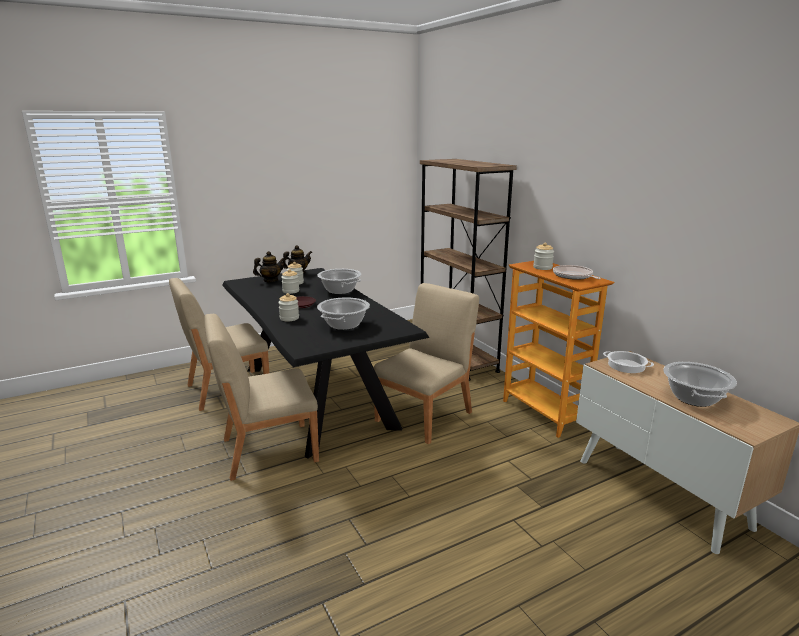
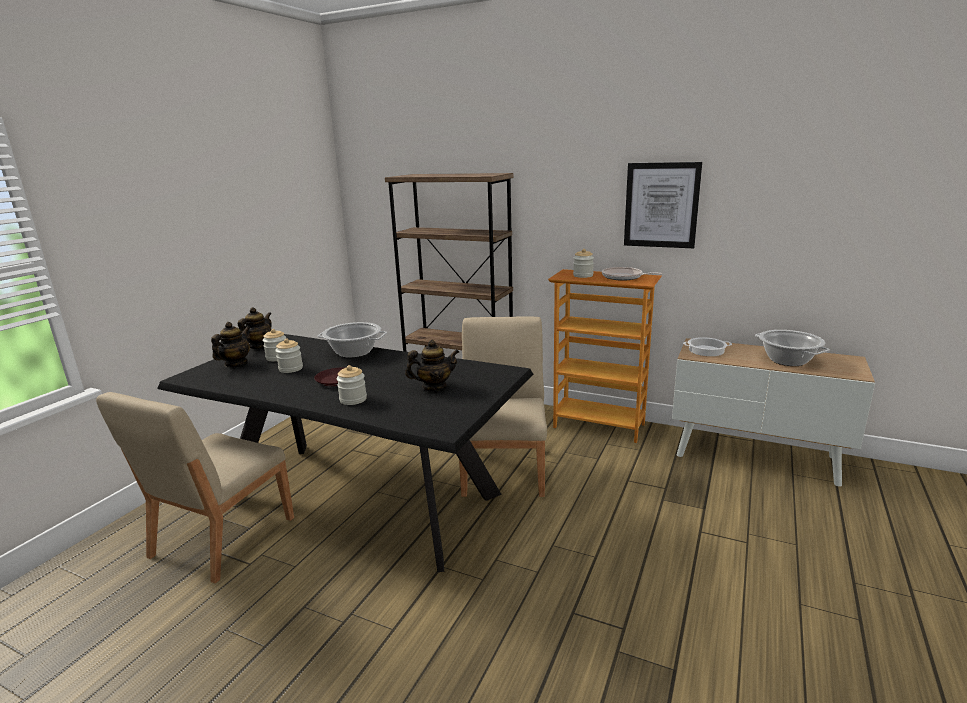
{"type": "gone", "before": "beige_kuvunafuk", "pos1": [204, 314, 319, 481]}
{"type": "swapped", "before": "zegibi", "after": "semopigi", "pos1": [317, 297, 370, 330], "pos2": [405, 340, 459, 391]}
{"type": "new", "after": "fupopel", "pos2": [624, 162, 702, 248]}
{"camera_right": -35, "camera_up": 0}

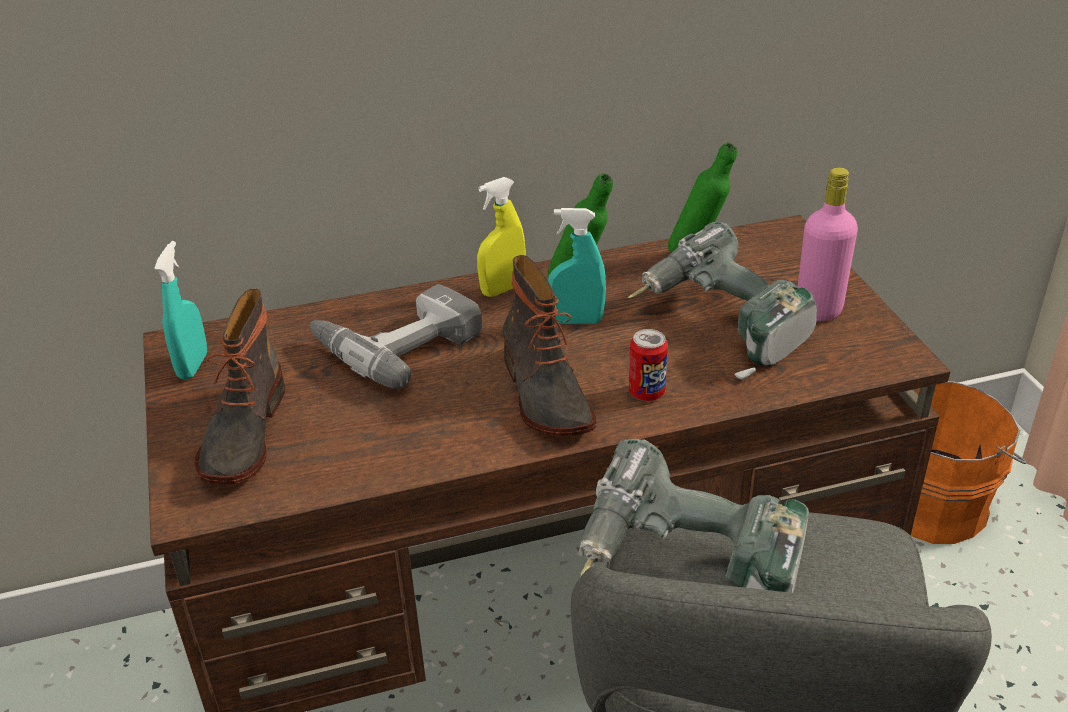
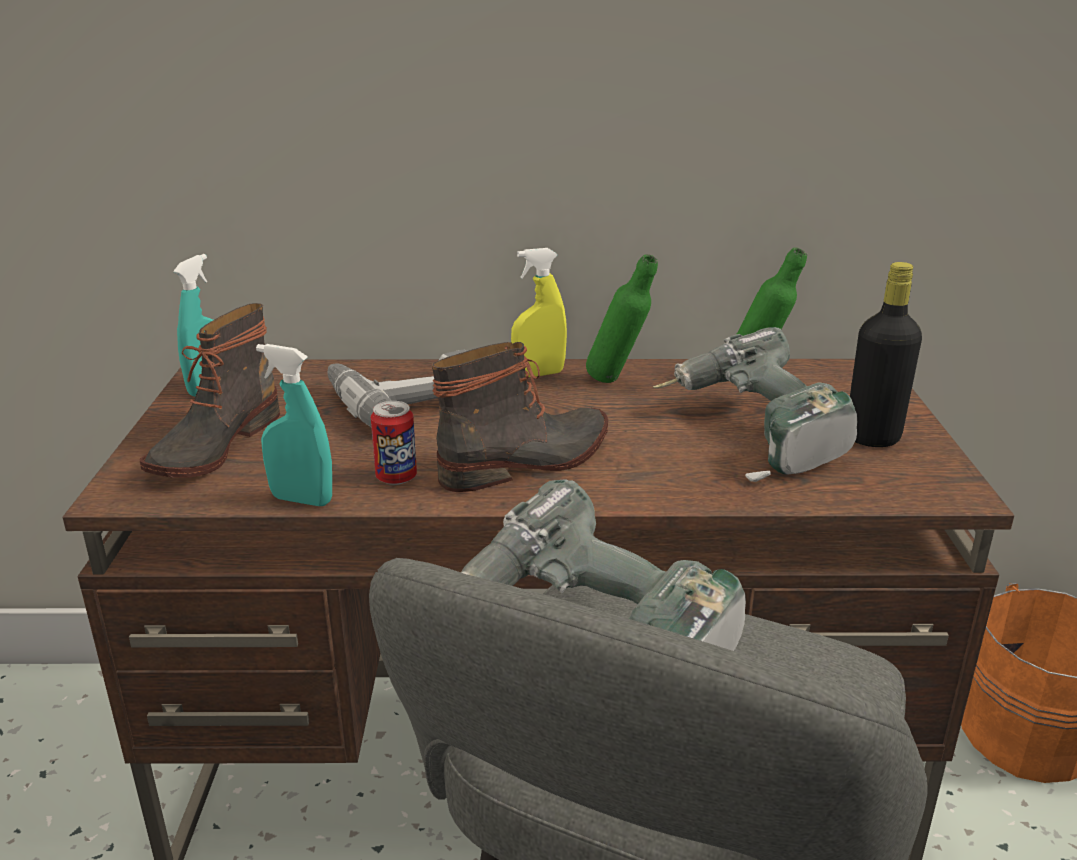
{"type": "rotated", "before": "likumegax", "pos1": [503, 255, 596, 436], "pos2": [432, 342, 608, 492], "turn": -120}
{"type": "shifted", "before": "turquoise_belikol", "pos1": [548, 208, 606, 324], "pos2": [256, 344, 332, 506]}
{"type": "shifted", "before": "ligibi", "pos1": [629, 329, 668, 401], "pos2": [371, 401, 417, 485]}
{"type": "repainted", "before": "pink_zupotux", "after": "black_zupotux", "pos1": [798, 168, 858, 321], "pos2": [850, 262, 922, 447]}
{"camera_right": 15, "camera_up": -10}

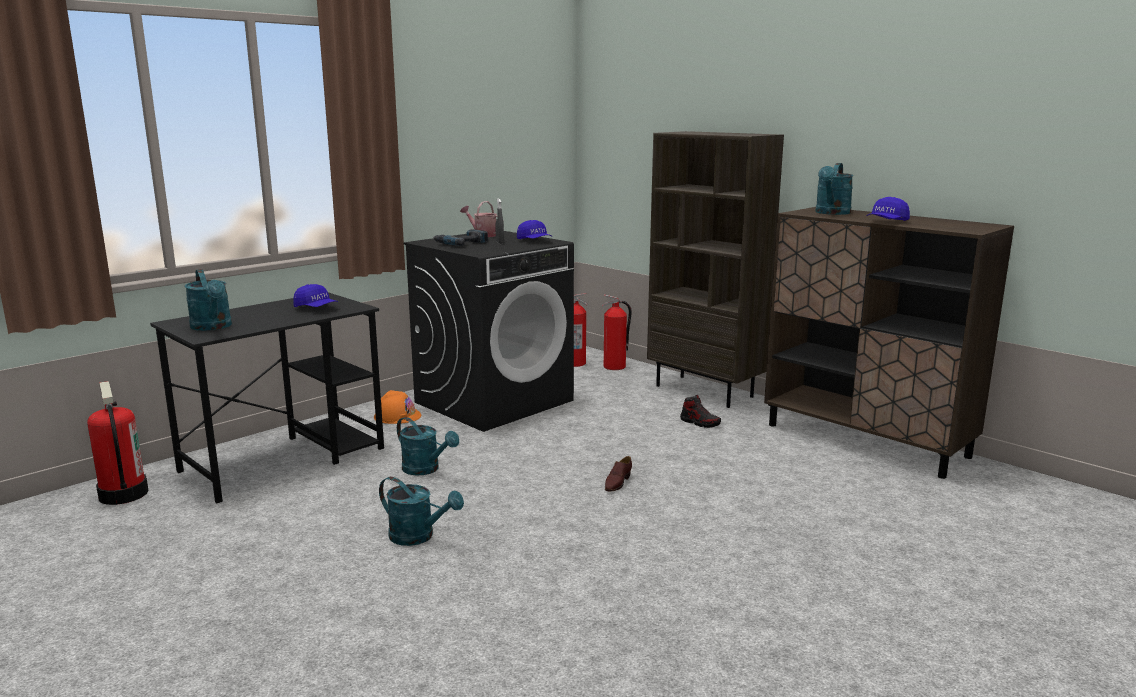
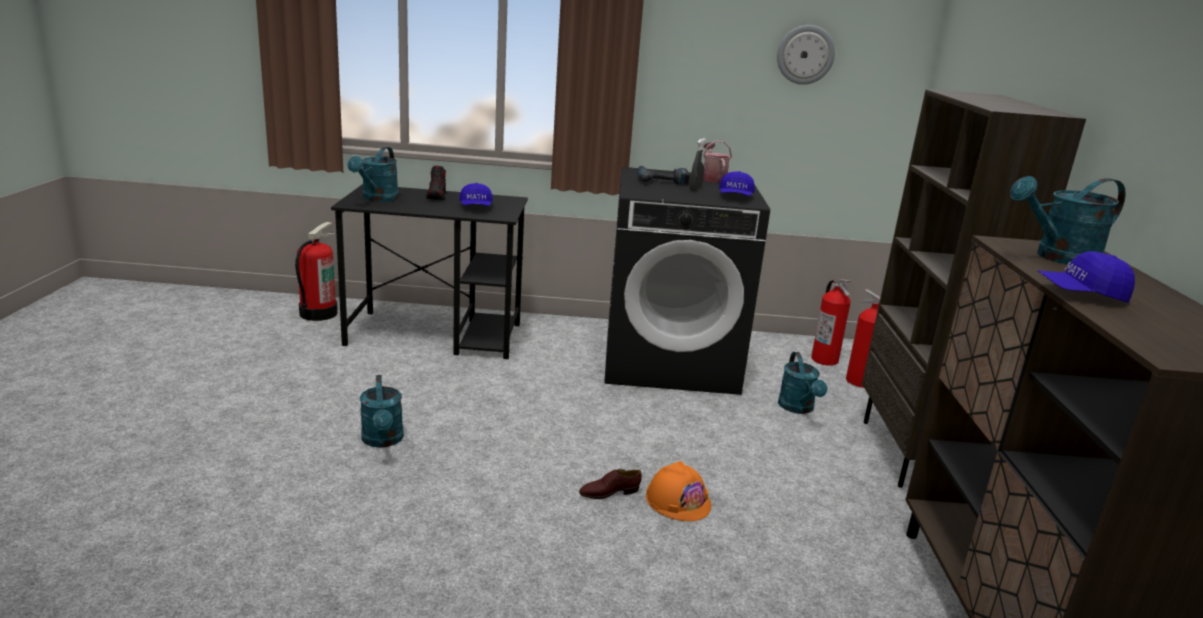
{"type": "shifted", "before": "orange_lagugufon", "pos1": [374, 390, 421, 424], "pos2": [646, 461, 711, 521]}
{"type": "shifted", "before": "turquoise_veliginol", "pos1": [397, 417, 459, 476], "pos2": [778, 352, 827, 414]}
{"type": "shifted", "before": "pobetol", "pos1": [680, 395, 721, 428], "pos2": [426, 166, 446, 200]}
{"type": "new", "after": "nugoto", "pos2": [777, 25, 835, 85]}
{"camera_right": 45, "camera_up": 5}

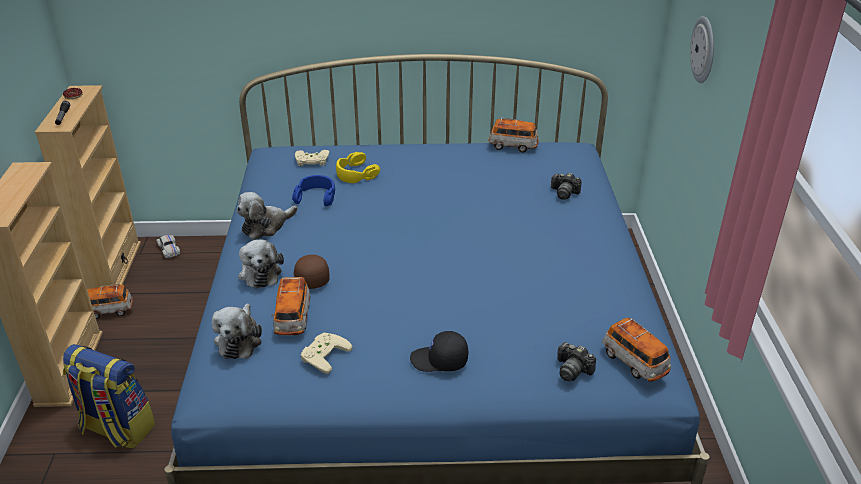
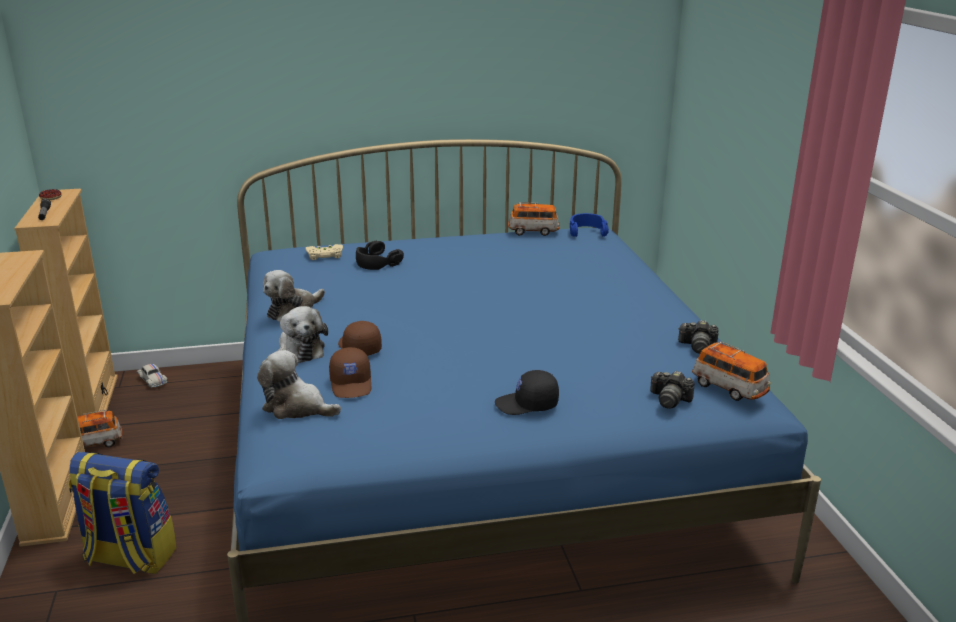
{"type": "rotated", "before": "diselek", "pos1": [212, 303, 262, 359], "pos2": [257, 350, 341, 419], "turn": 120}
{"type": "swapped", "before": "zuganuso", "after": "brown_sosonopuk", "pos1": [271, 277, 310, 336], "pos2": [329, 347, 371, 398]}
{"type": "shifted", "before": "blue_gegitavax", "pos1": [292, 175, 335, 206], "pos2": [570, 213, 609, 237]}
{"type": "gone", "before": "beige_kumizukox", "pos1": [301, 333, 353, 374]}
{"type": "repainted", "before": "yellow_gegitavax", "after": "black_gegitavax", "pos1": [336, 152, 380, 183], "pos2": [356, 241, 404, 270]}
{"type": "shifted", "before": "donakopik", "pos1": [551, 173, 582, 200], "pos2": [678, 320, 718, 354]}
{"type": "gone", "before": "nugoto", "pos1": [690, 16, 714, 83]}
{"camera_right": -10, "camera_up": -10}

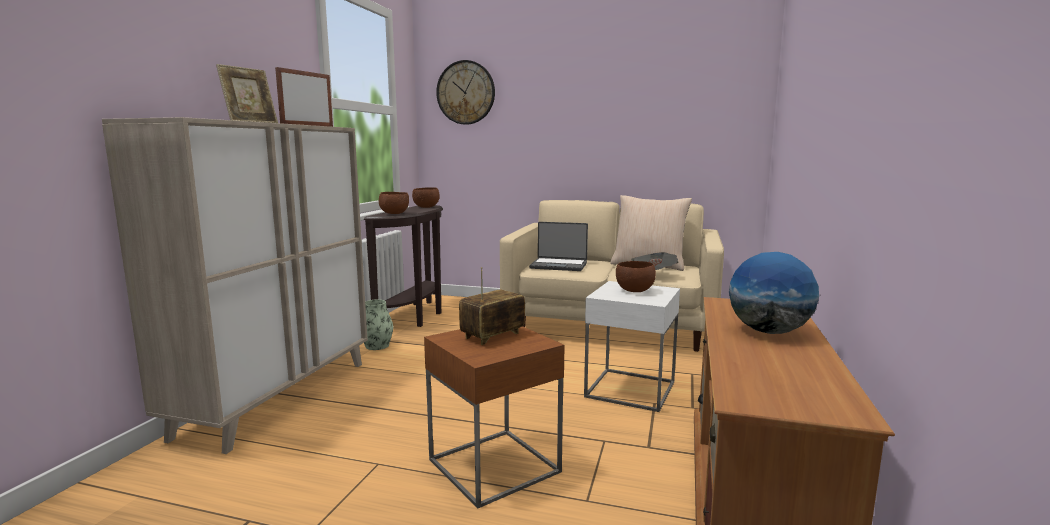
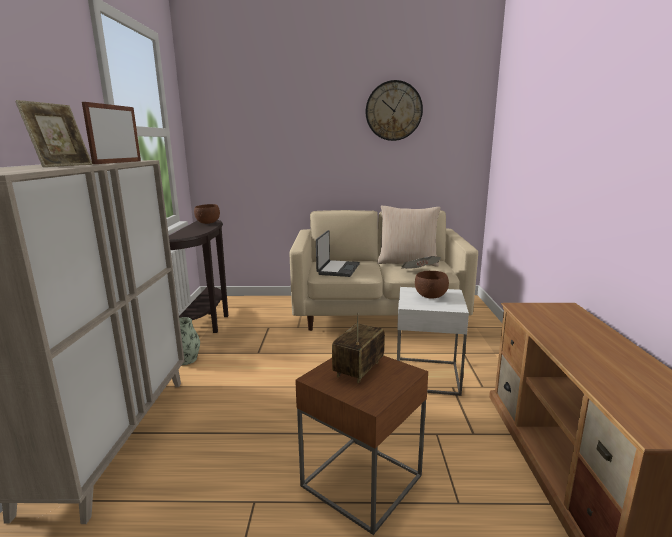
{"type": "gone", "before": "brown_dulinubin", "pos1": [379, 192, 409, 214]}
{"type": "shifted", "before": "nugoto", "pos1": [436, 60, 495, 125], "pos2": [366, 80, 423, 141]}
{"type": "rotated", "before": "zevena", "pos1": [529, 222, 588, 271], "pos2": [316, 230, 360, 277], "turn": -75}
{"type": "gone", "before": "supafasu", "pos1": [729, 252, 819, 334]}
{"camera_right": -15, "camera_up": 5}

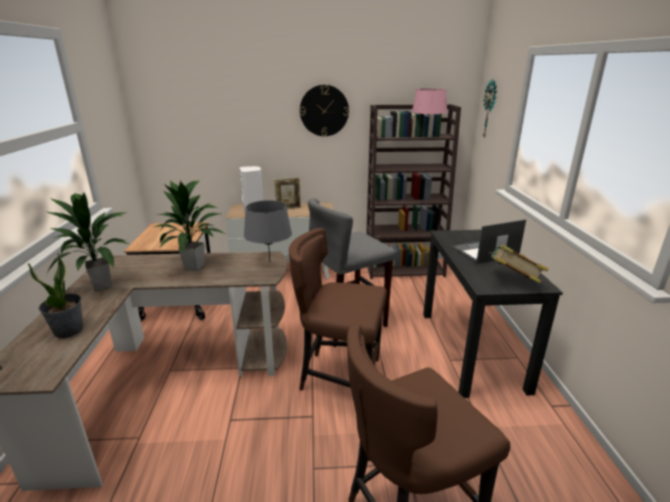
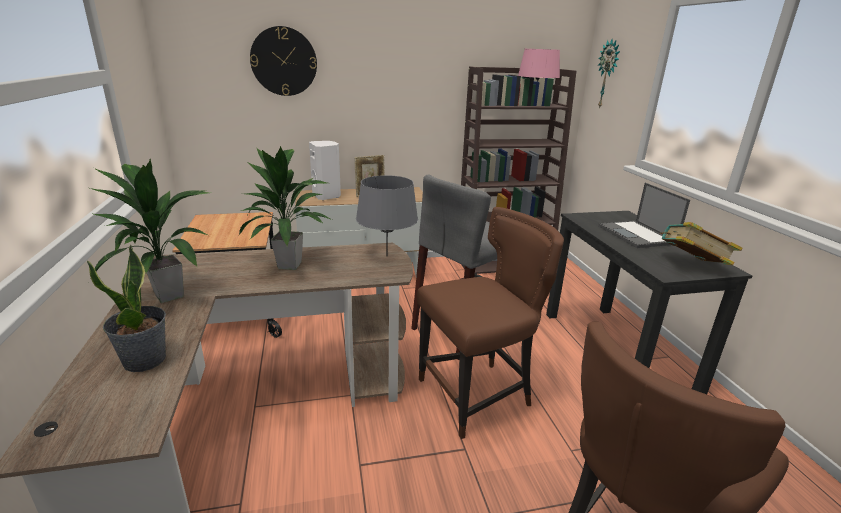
{"type": "rotated", "before": "brown_kuvunafuk", "pos1": [289, 228, 387, 390], "pos2": [417, 207, 564, 439], "turn": 150}
{"type": "shifted", "before": "nugoto", "pos1": [300, 85, 349, 136], "pos2": [250, 26, 317, 96]}
{"type": "rotated", "before": "zevena", "pos1": [452, 219, 526, 264], "pos2": [598, 183, 690, 248], "turn": -75}
{"camera_right": -10, "camera_up": 0}

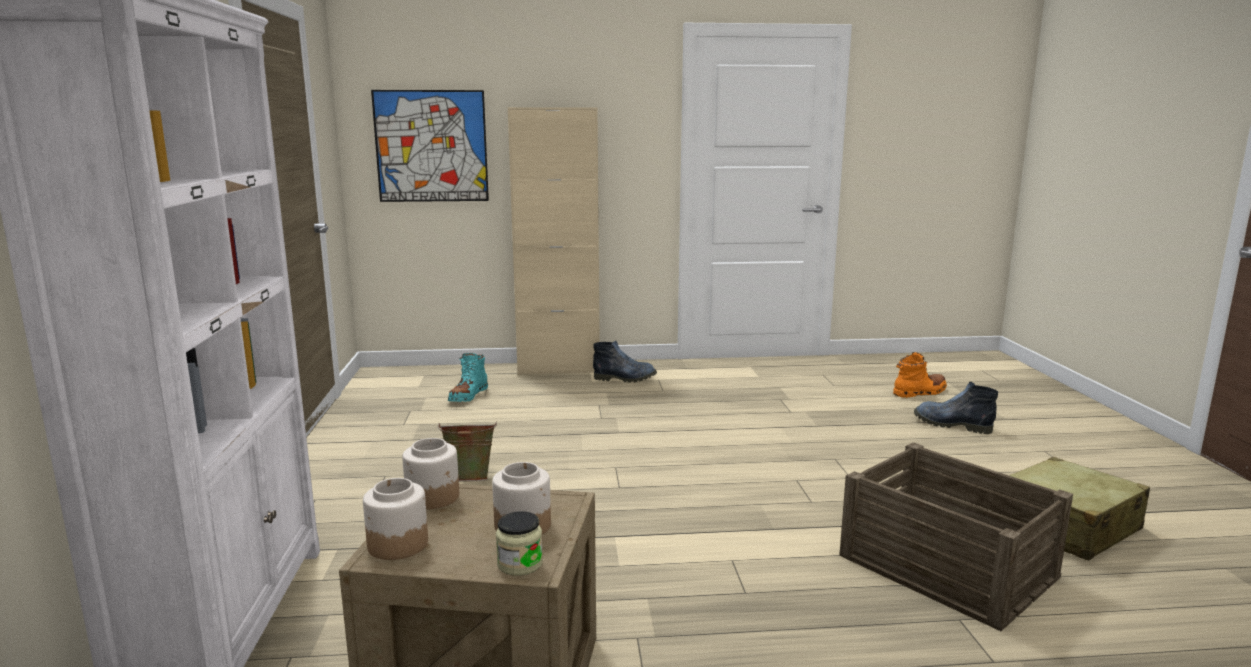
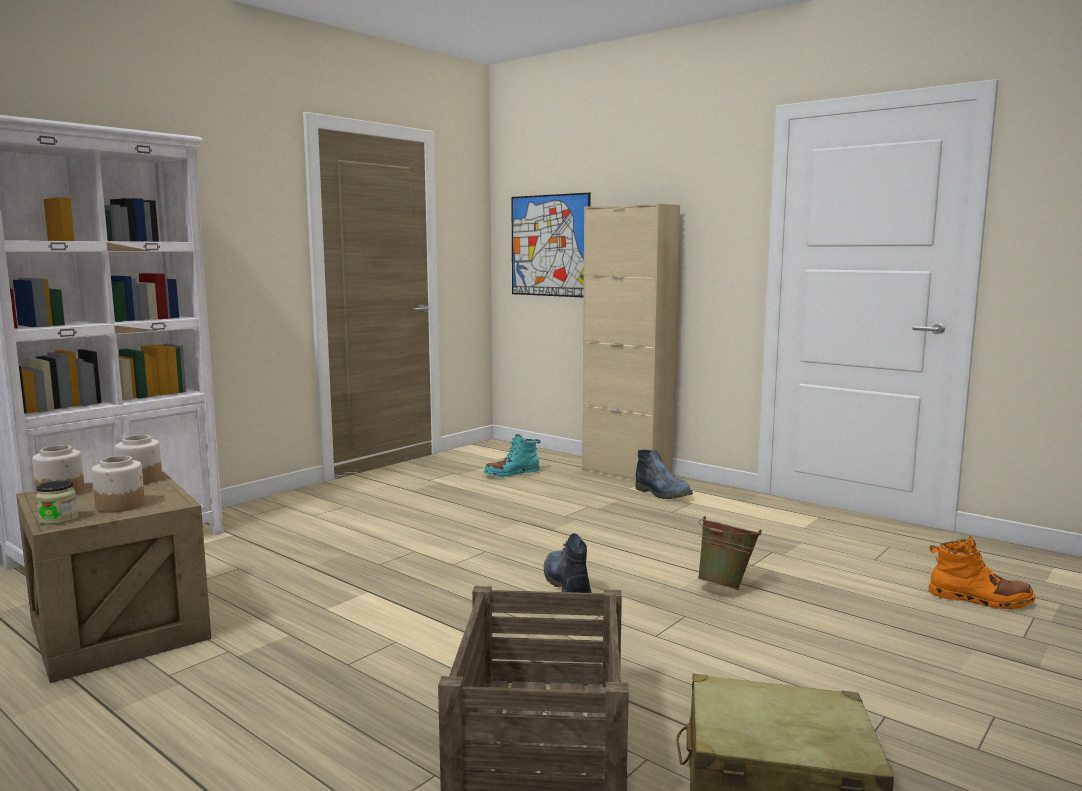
{"type": "shifted", "before": "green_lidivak", "pos1": [438, 421, 497, 482], "pos2": [697, 516, 762, 590]}
{"type": "shifted", "before": "likumegax", "pos1": [914, 382, 998, 434], "pos2": [544, 533, 591, 593]}
{"camera_right": 45, "camera_up": -5}

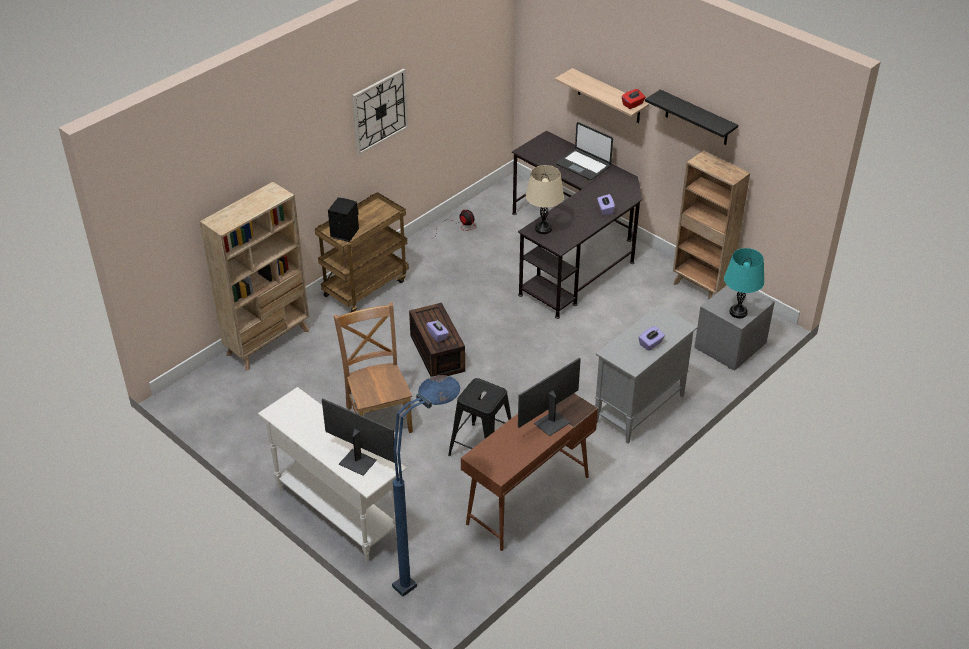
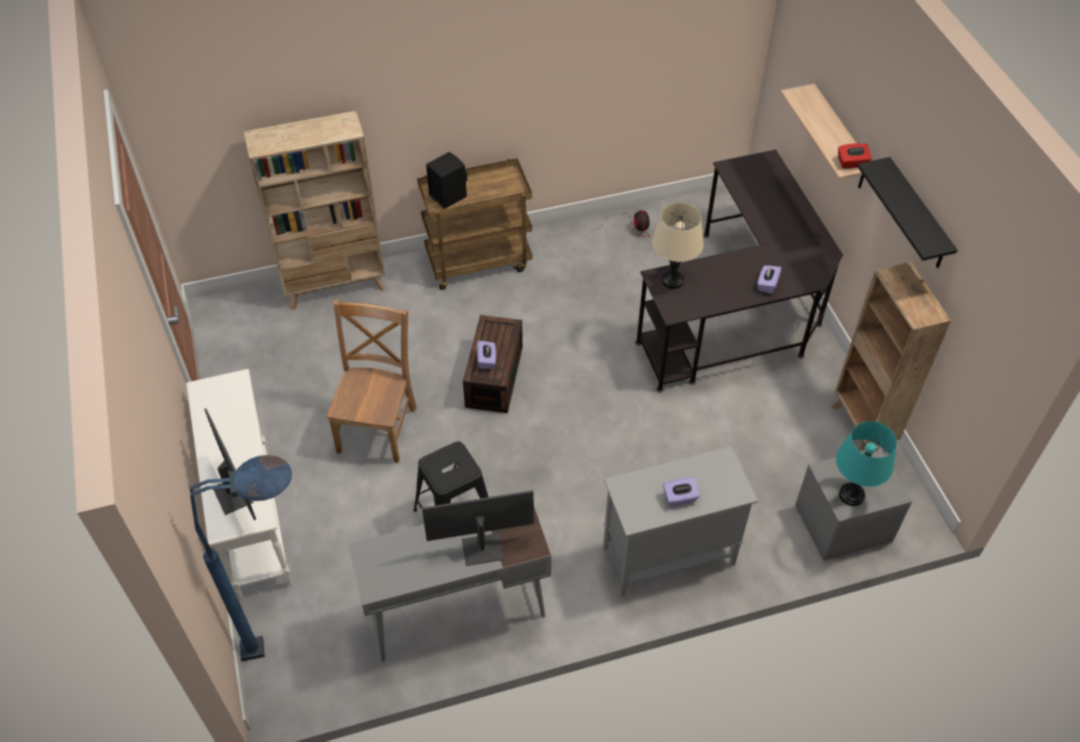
{"type": "gone", "before": "nugoto", "pos1": [352, 68, 408, 155]}
{"type": "repainted", "before": "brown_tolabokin", "after": "grey_tolabokin", "pos1": [461, 393, 598, 551], "pos2": [348, 506, 551, 661]}
{"type": "gone", "before": "zevena", "pos1": [556, 122, 613, 180]}
{"camera_right": 30, "camera_up": 10}

